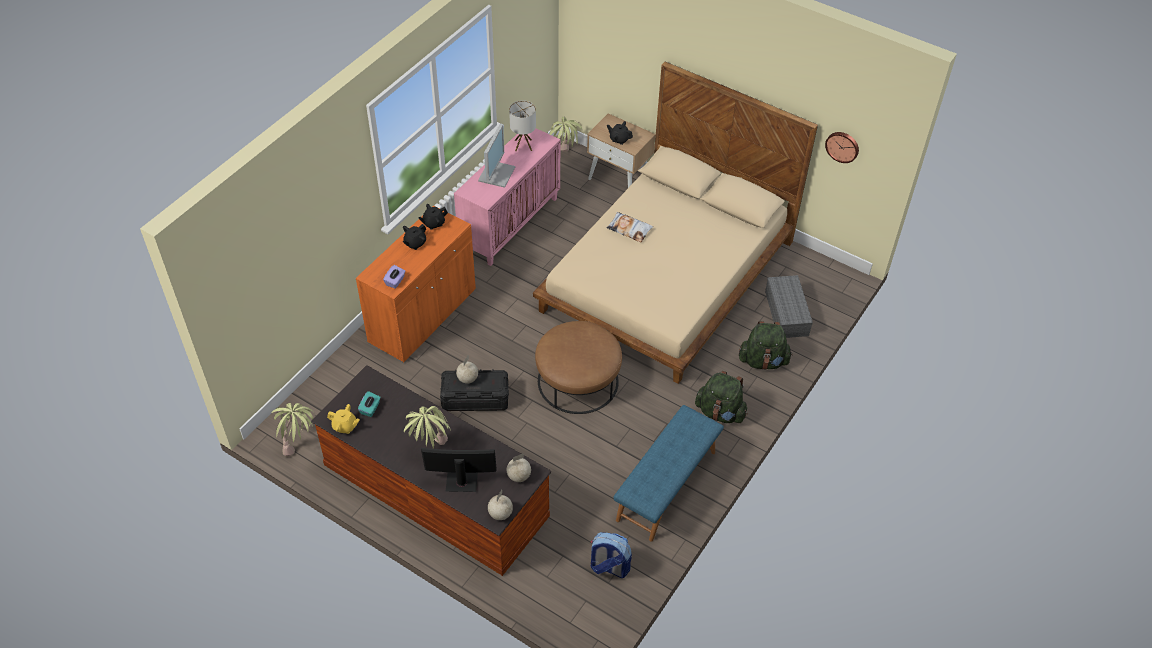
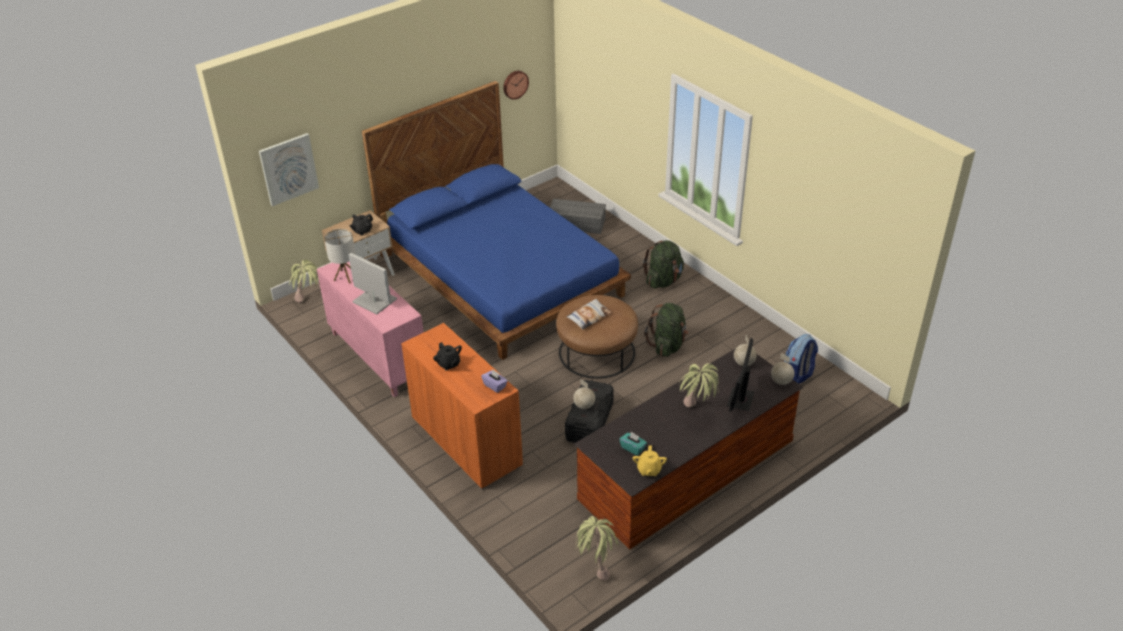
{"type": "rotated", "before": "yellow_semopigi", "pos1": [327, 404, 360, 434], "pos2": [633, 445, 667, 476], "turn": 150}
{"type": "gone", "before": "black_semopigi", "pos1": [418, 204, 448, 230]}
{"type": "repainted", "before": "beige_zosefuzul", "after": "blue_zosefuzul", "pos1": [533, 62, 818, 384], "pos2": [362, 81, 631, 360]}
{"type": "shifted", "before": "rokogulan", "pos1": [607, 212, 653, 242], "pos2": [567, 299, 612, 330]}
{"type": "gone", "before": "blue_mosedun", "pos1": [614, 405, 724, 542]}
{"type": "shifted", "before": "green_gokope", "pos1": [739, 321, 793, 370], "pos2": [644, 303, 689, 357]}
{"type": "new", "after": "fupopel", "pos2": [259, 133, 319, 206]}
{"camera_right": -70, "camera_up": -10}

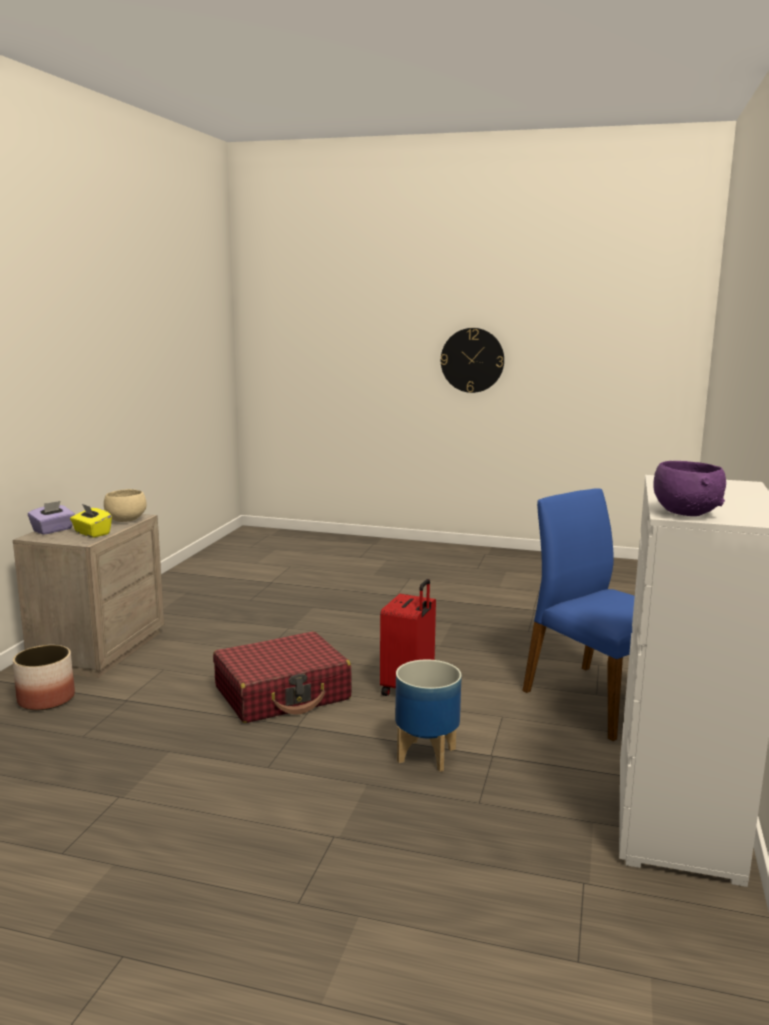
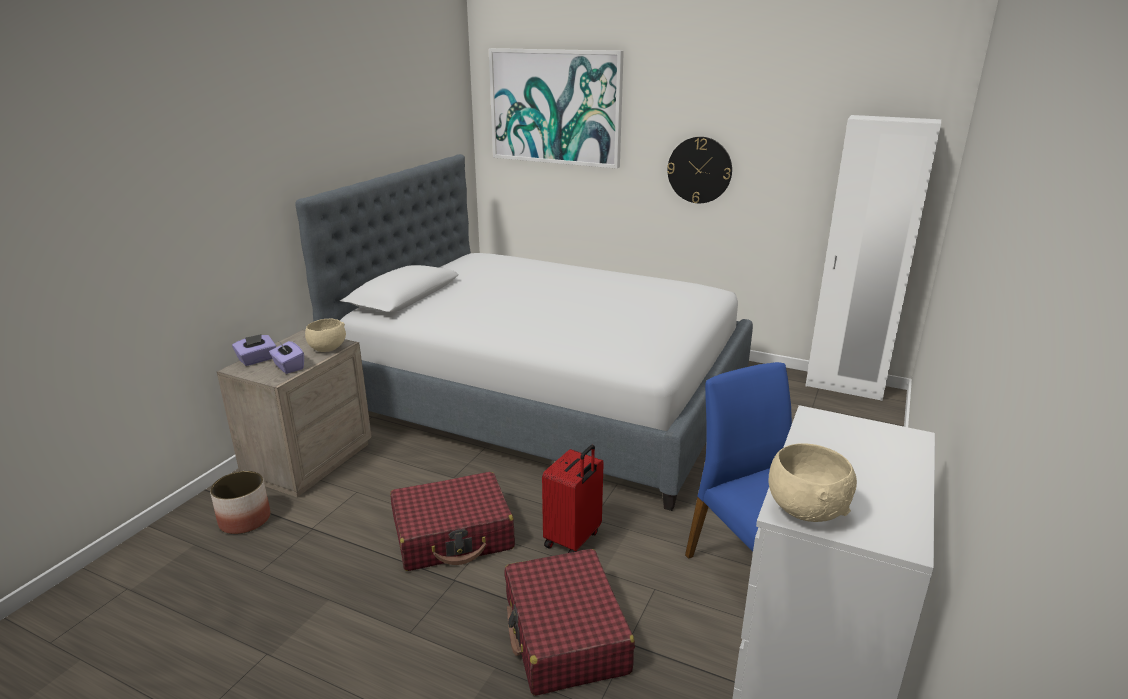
{"type": "repainted", "before": "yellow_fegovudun", "after": "purple_fegovudun", "pos1": [70, 504, 112, 538], "pos2": [269, 340, 304, 374]}
{"type": "swapped", "before": "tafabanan", "after": "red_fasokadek", "pos1": [395, 659, 462, 772], "pos2": [504, 549, 635, 696]}
{"type": "repainted", "before": "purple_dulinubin", "after": "beige_dulinubin", "pos1": [653, 461, 726, 516], "pos2": [769, 443, 857, 522]}
{"type": "new", "after": "zosefuzul", "pos2": [295, 154, 753, 511]}
{"type": "new", "after": "fupopel", "pos2": [489, 48, 624, 169]}
{"type": "new", "after": "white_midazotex", "pos2": [805, 115, 941, 401]}
{"camera_right": 10, "camera_up": 10}

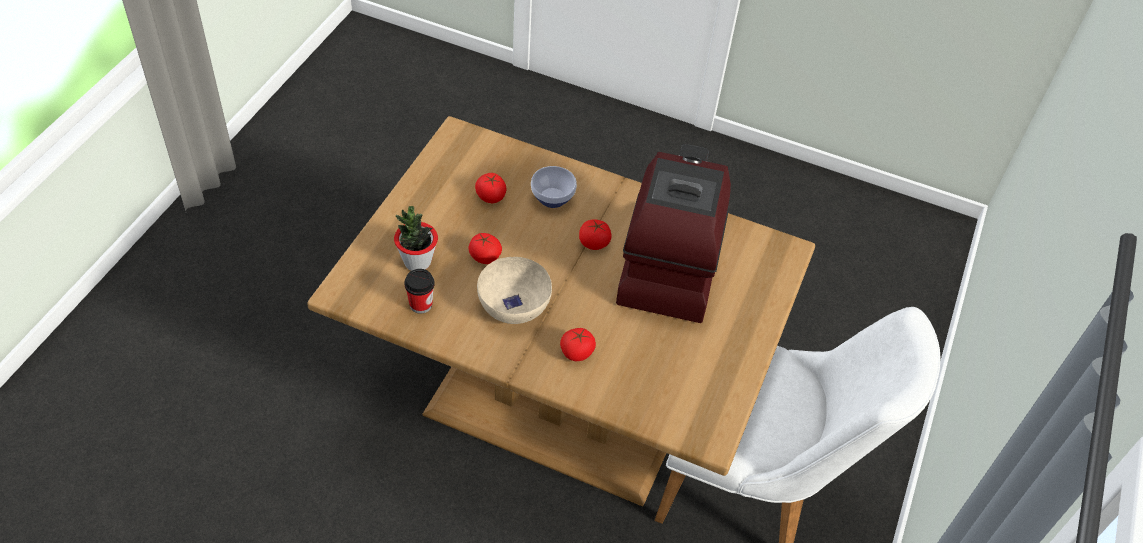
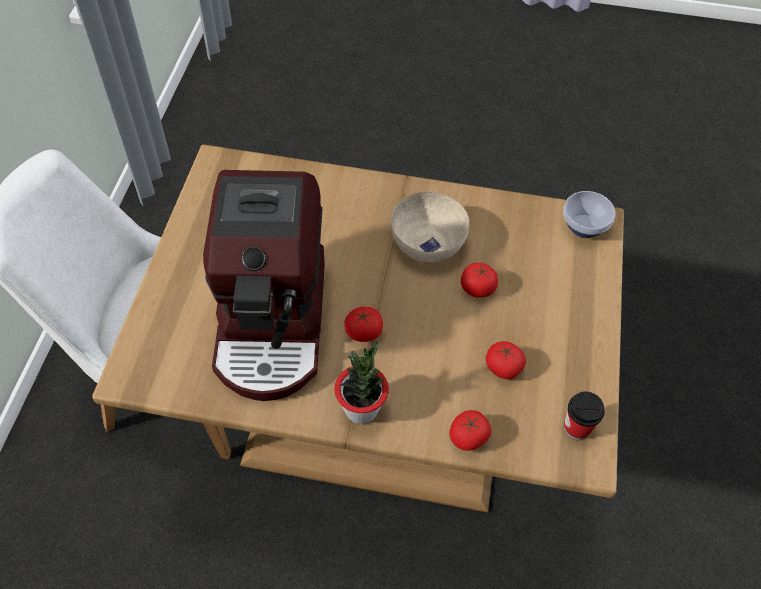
{"type": "shifted", "before": "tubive", "pos1": [394, 206, 438, 271], "pos2": [334, 341, 389, 424]}
{"type": "shifted", "before": "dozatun", "pos1": [404, 269, 435, 314], "pos2": [564, 391, 605, 440]}
{"type": "shifted", "before": "dulinubin", "pos1": [531, 166, 577, 208], "pos2": [563, 191, 616, 238]}
{"type": "shifted", "before": "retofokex", "pos1": [560, 328, 596, 361], "pos2": [449, 410, 491, 451]}
{"camera_right": 170, "camera_up": 5}

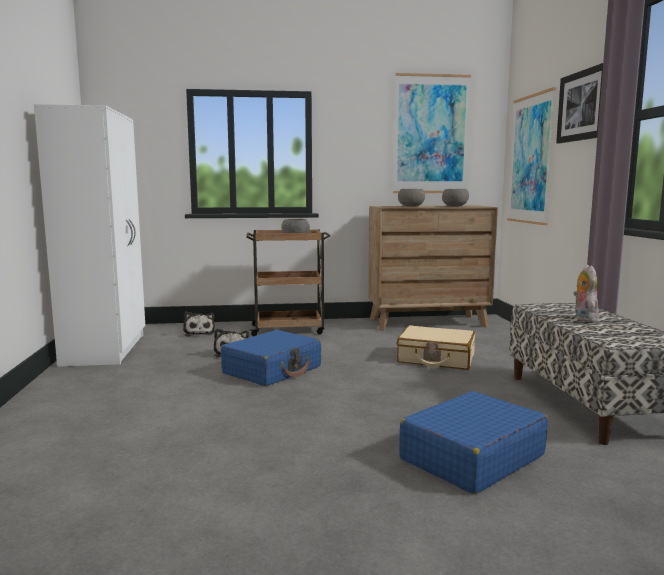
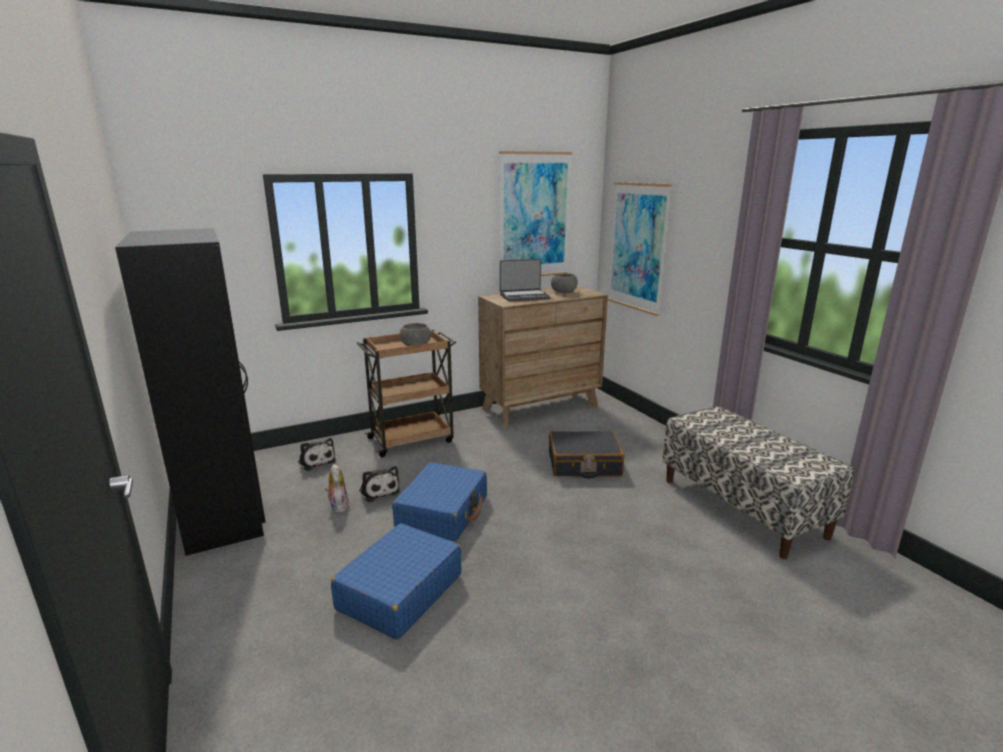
{"type": "repainted", "before": "white_midazotex", "after": "black_midazotex", "pos1": [34, 104, 145, 367], "pos2": [115, 228, 266, 556]}
{"type": "repainted", "before": "beige_fasokadek", "after": "black_fasokadek", "pos1": [397, 325, 475, 370], "pos2": [549, 431, 624, 479]}
{"type": "swapped", "before": "grey_dulinubin", "after": "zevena", "pos1": [398, 189, 425, 207], "pos2": [500, 259, 551, 302]}
{"type": "shifted", "before": "blue_fasokadek", "pos1": [399, 391, 548, 494], "pos2": [331, 523, 461, 640]}
{"type": "gone", "before": "fupopel", "pos1": [556, 63, 603, 143]}
{"type": "shifted", "before": "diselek", "pos1": [573, 265, 599, 322], "pos2": [325, 464, 349, 513]}
{"camera_right": -20, "camera_up": 10}

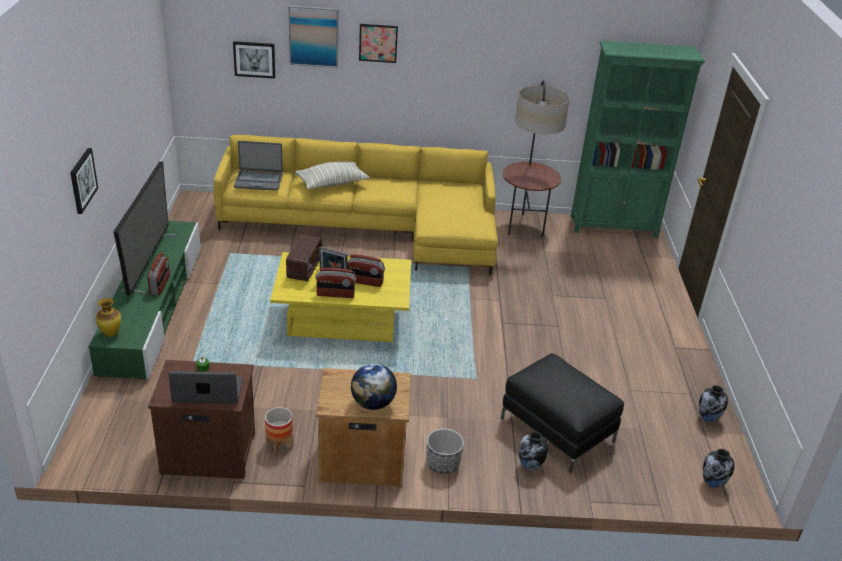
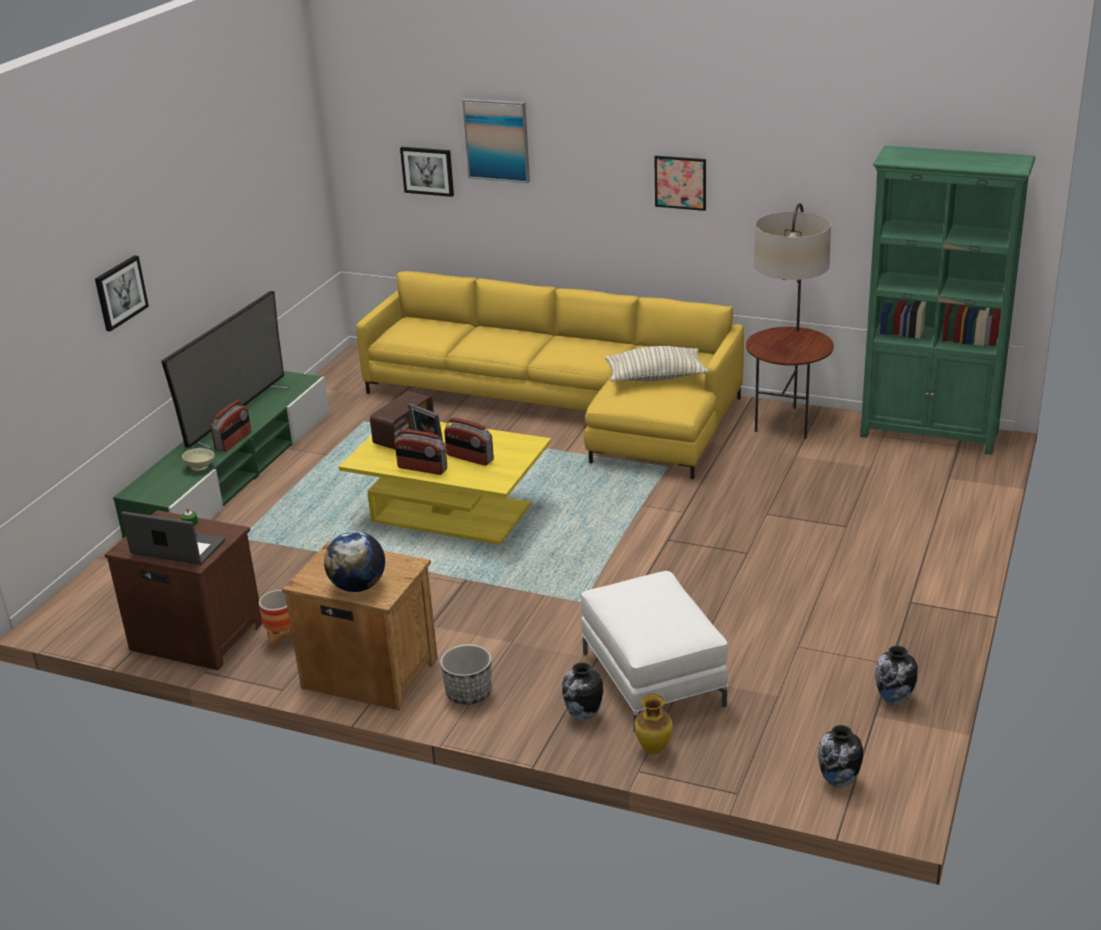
{"type": "shifted", "before": "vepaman", "pos1": [96, 298, 121, 337], "pos2": [634, 694, 673, 755]}
{"type": "gone", "before": "zevena", "pos1": [234, 141, 283, 191]}
{"type": "shifted", "before": "rokogulan", "pos1": [295, 161, 369, 190], "pos2": [605, 346, 709, 382]}
{"type": "shifted", "before": "fupopel", "pos1": [359, 24, 398, 63], "pos2": [654, 156, 706, 211]}
{"type": "repainted", "before": "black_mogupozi", "after": "white_mogupozi", "pos1": [501, 353, 624, 473], "pos2": [581, 571, 728, 732]}
{"type": "new", "after": "beige_dulinubin", "pos2": [182, 448, 215, 471]}
{"camera_right": 25, "camera_up": -5}

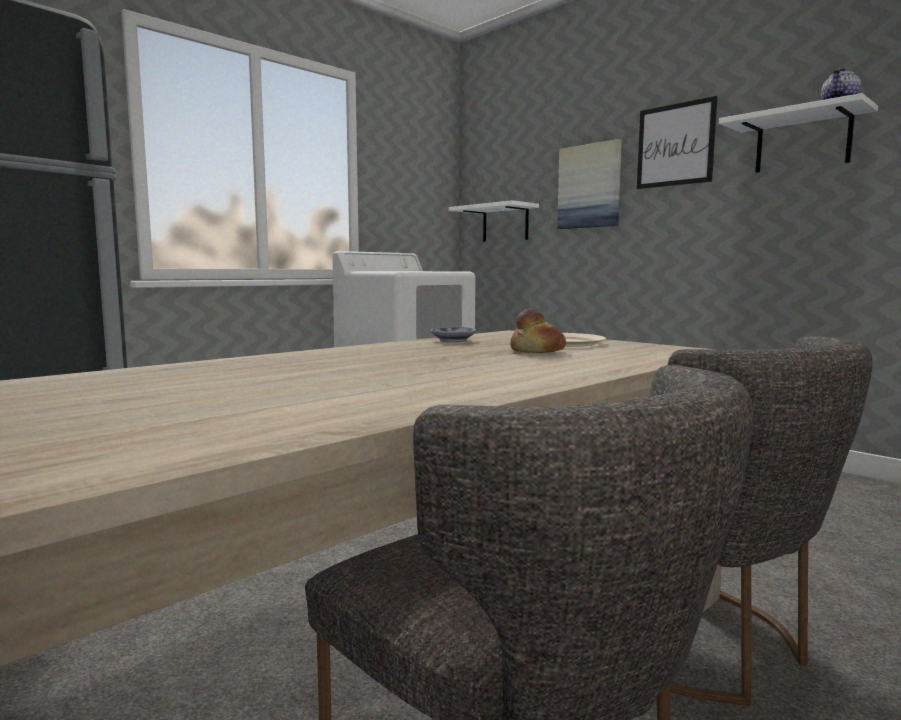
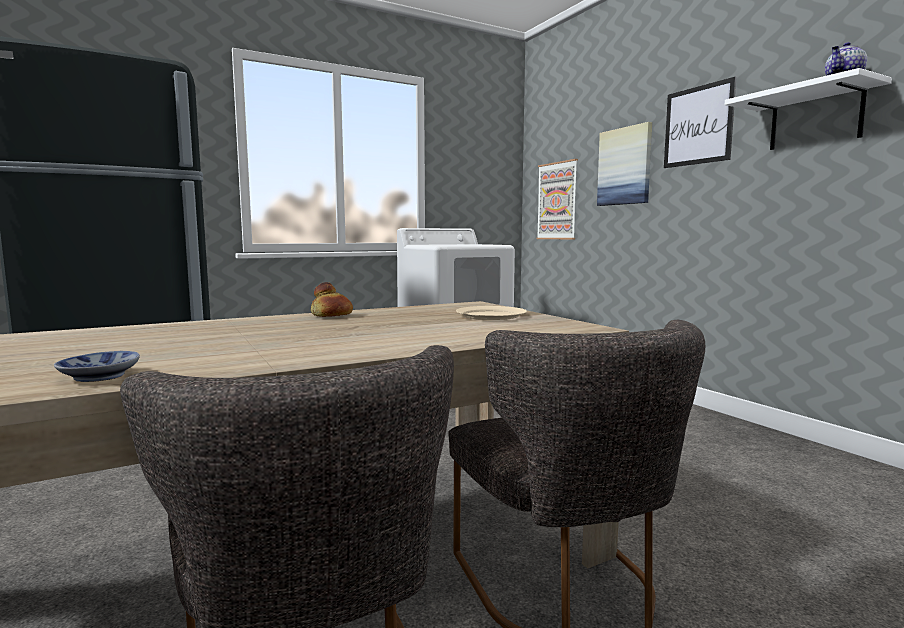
{"type": "shifted", "before": "dulinubin", "pos1": [431, 327, 476, 342], "pos2": [54, 351, 140, 382]}
{"type": "swapped", "before": "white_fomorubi", "after": "fupopel", "pos1": [449, 200, 539, 242], "pos2": [536, 159, 578, 239]}
{"type": "shifted", "before": "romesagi", "pos1": [510, 308, 566, 353], "pos2": [311, 282, 353, 317]}
{"camera_right": 15, "camera_up": 0}

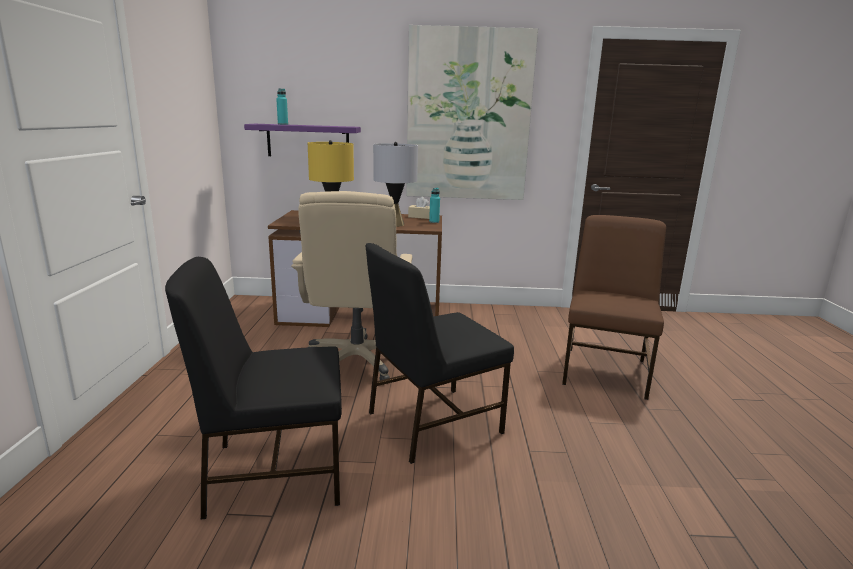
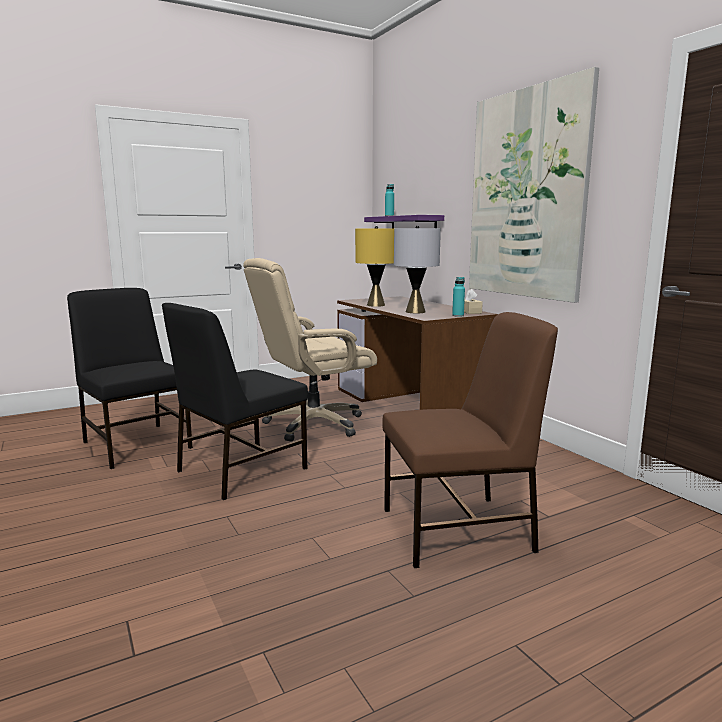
{"type": "rotated", "before": "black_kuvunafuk", "pos1": [366, 243, 514, 464], "pos2": [162, 303, 308, 500], "turn": -75}
{"camera_right": 60, "camera_up": -5}

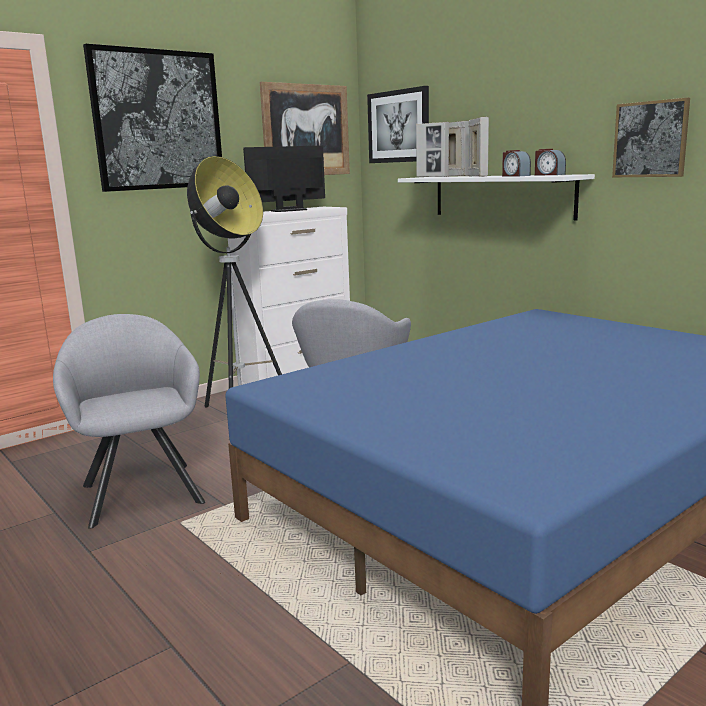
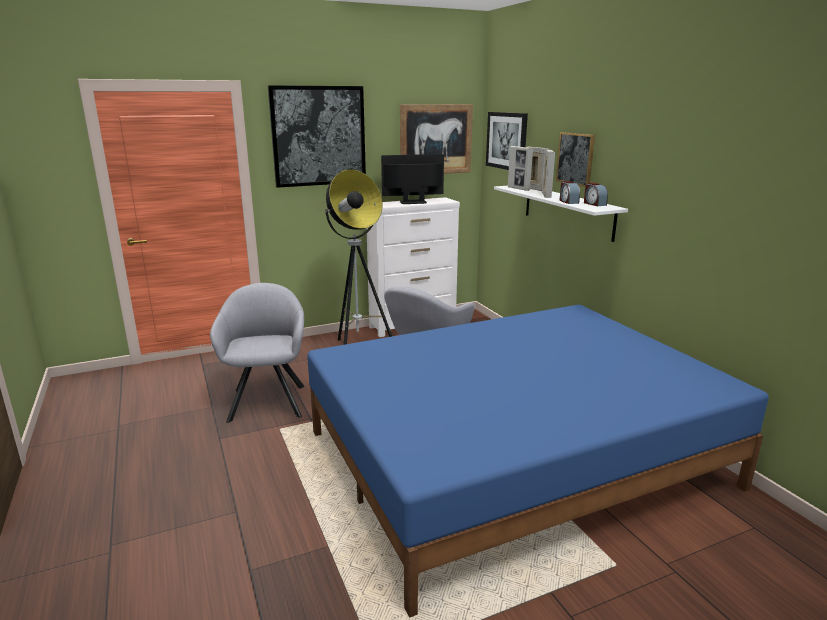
{"type": "shifted", "before": "fupopel", "pos1": [612, 97, 690, 177], "pos2": [556, 132, 595, 187]}
{"camera_right": 15, "camera_up": 5}

